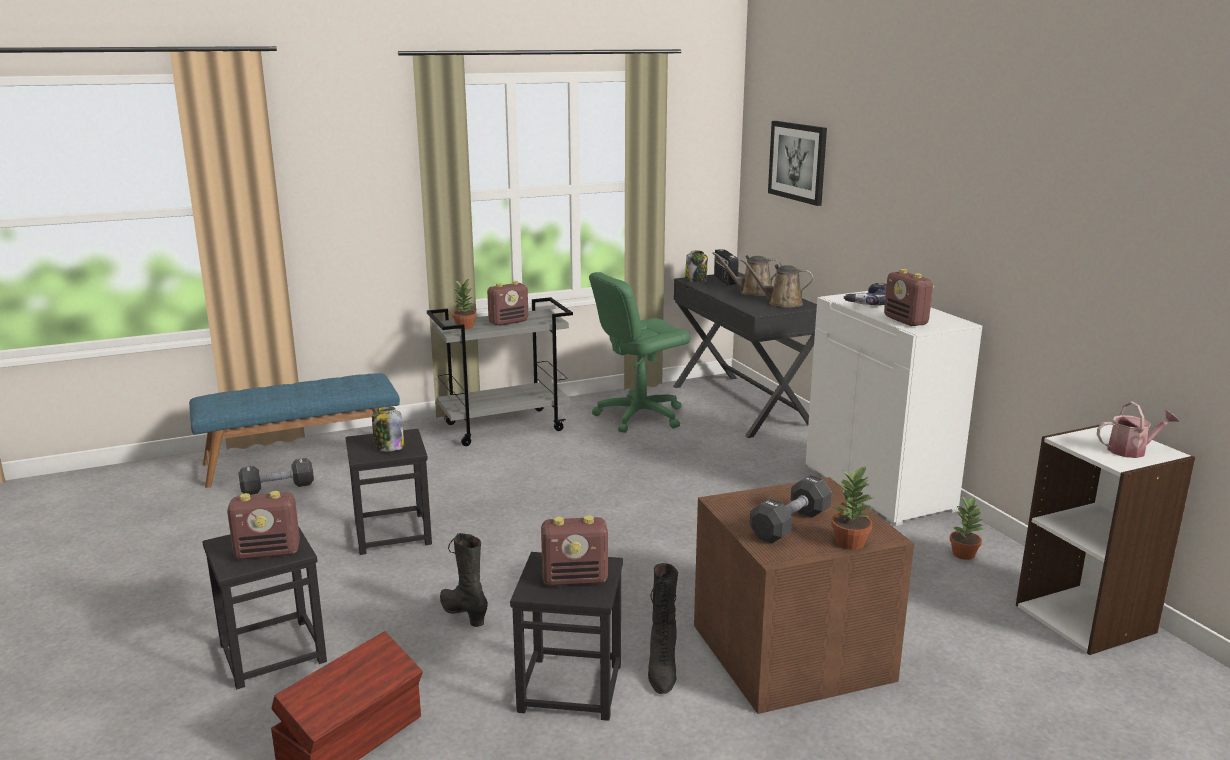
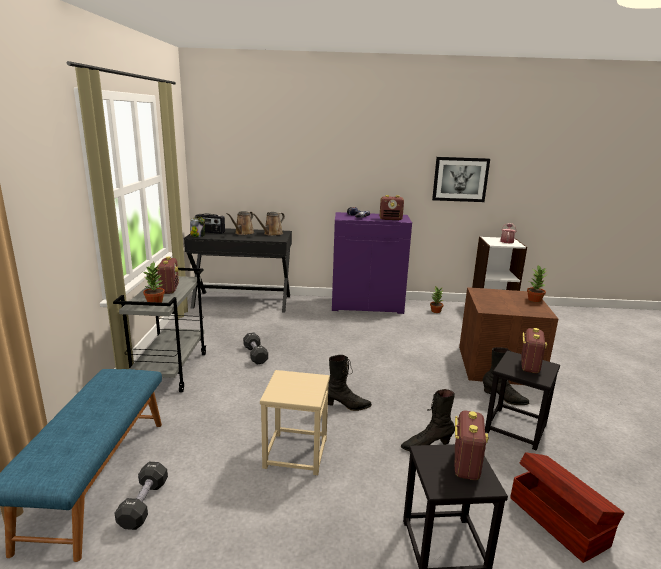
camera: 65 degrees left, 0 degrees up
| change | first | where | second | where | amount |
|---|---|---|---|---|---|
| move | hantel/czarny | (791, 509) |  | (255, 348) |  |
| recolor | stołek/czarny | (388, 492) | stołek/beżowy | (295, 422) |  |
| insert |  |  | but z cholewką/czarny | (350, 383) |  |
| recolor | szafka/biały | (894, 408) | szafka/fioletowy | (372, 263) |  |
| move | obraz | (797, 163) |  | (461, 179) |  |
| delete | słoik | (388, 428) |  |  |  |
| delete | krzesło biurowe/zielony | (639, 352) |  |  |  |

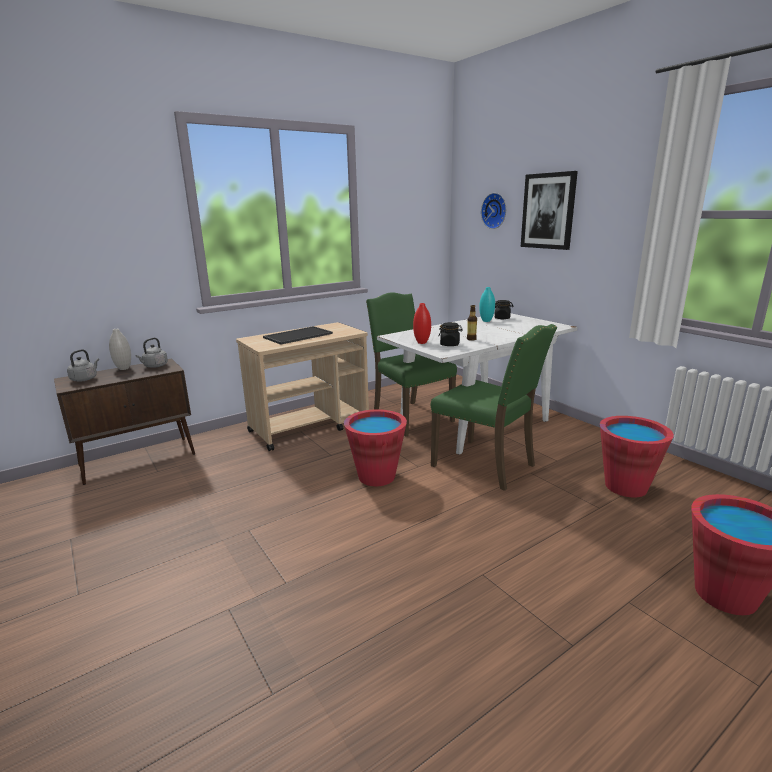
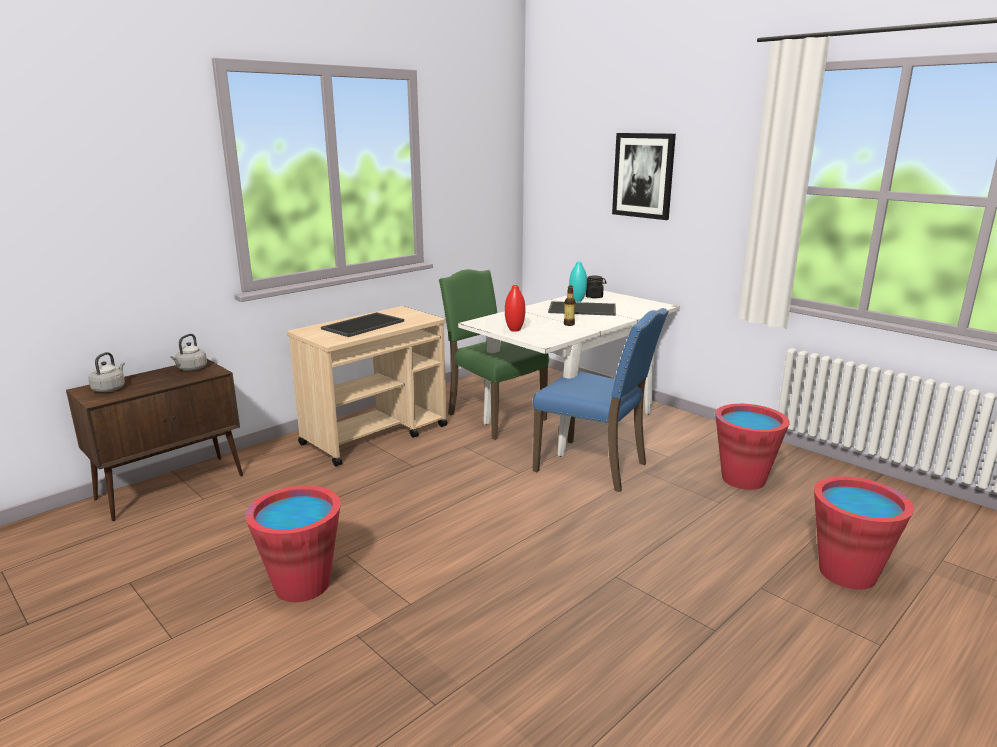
camera: 10 degrees left, 0 degrees up
| change | first | where | second | where | amount |
|---|---|---|---|---|---|
| move | wiadro/czerwony | (375, 447) |  | (293, 543) |  |
| recolor | krzesło/zielony | (494, 407) | krzesło/niebieski | (601, 400) |  |
| insert |  |  | taca | (582, 308) |  |
| delete | wazon/biały | (120, 349) |  |  |  |
| delete | słoik/czarny | (450, 334) |  |  |  |
| delete | zegar ścienny | (493, 211) |  |  |  |

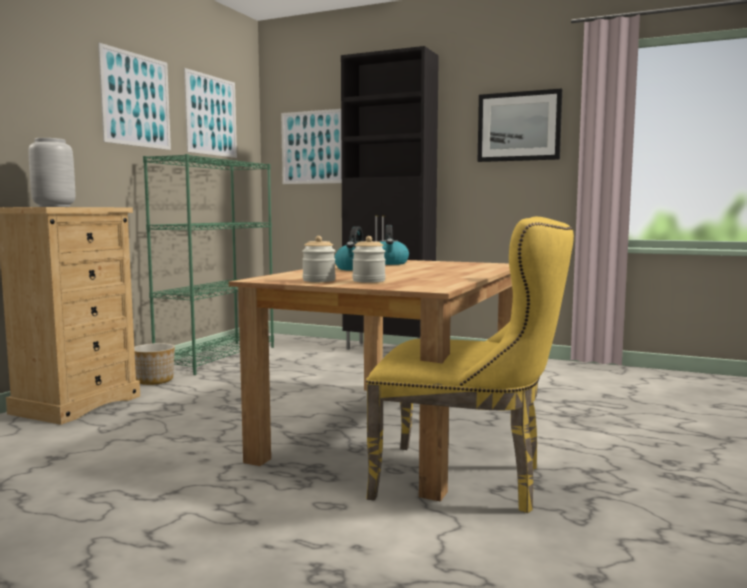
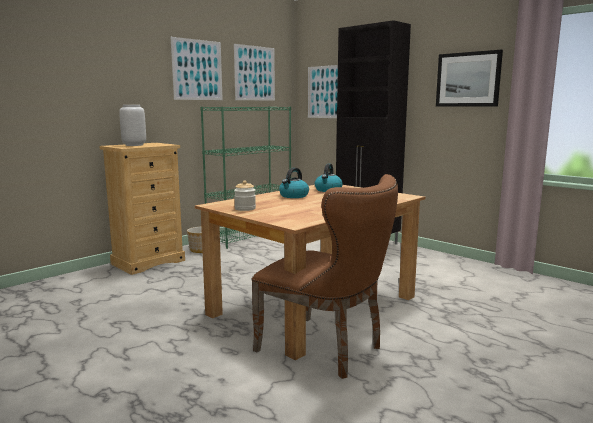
camera: 20 degrees right, 5 degrees up
| change | first | where | second | where | amount |
|---|---|---|---|---|---|
| recolor | krzesło/żółty | (470, 365) | krzesło/brązowy | (325, 276) |  |
| delete | słoik | (369, 259) |  |  |  |

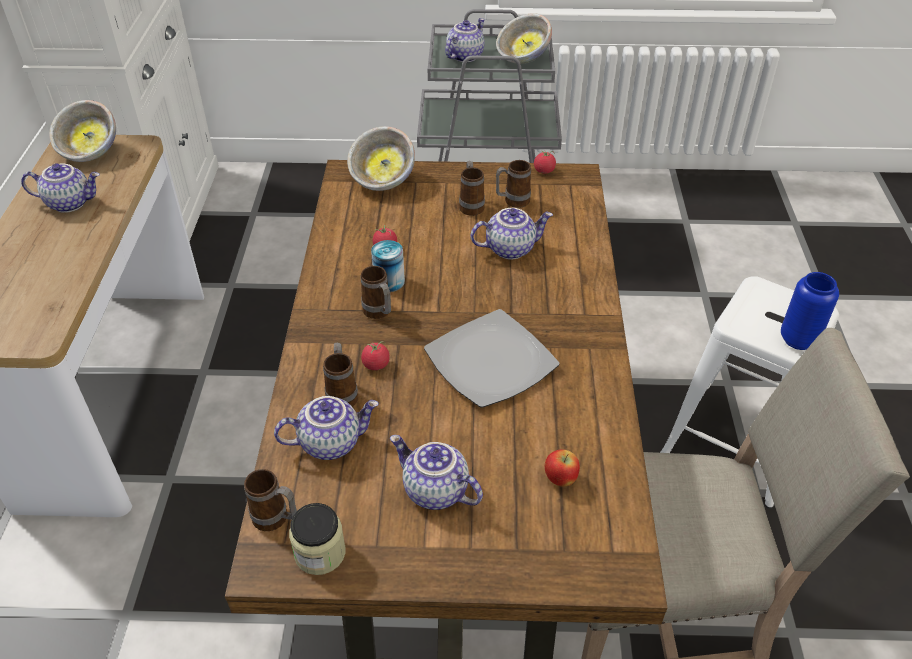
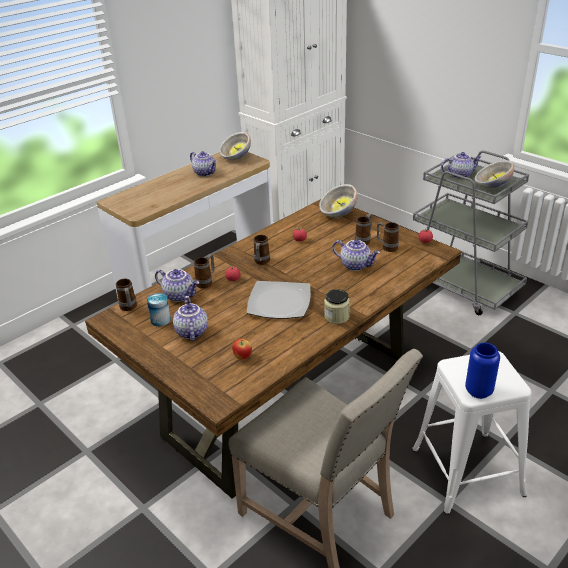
camera: 45 degrees right, 10 degrees down
| change | first | where | second | where | amount |
|---|---|---|---|---|---|
| move | puszka | (388, 266) |  | (159, 309) |  |
| move | słoik | (317, 539) |  | (337, 306) |  |

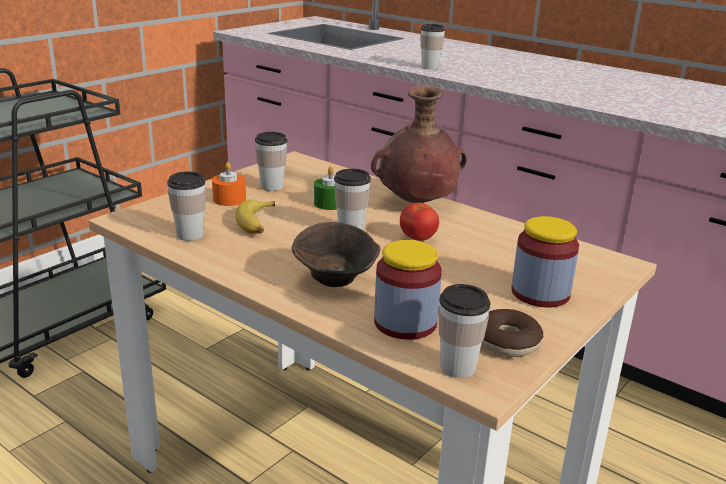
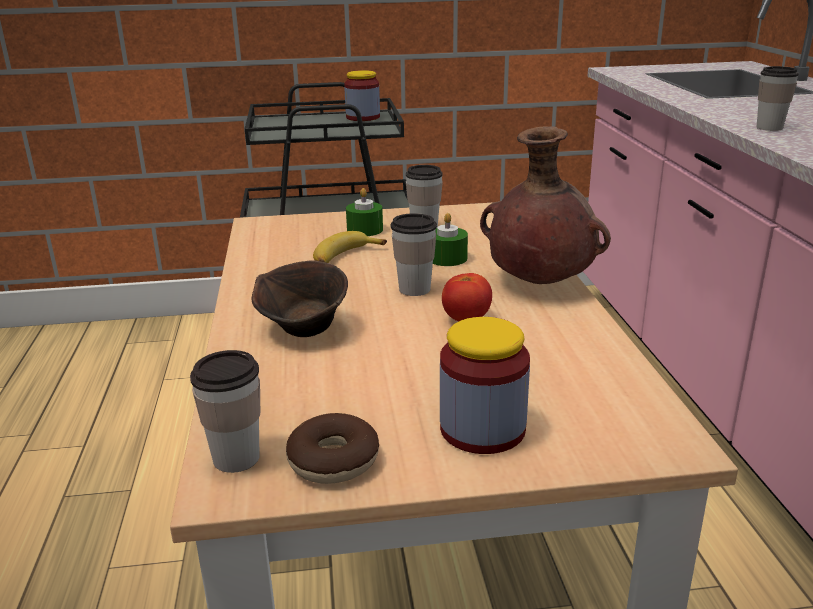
camera: 45 degrees right, 0 degrees up
| change | first | where | second | where | amount |
|---|---|---|---|---|---|
| move | słoik | (408, 290) |  | (362, 95) |  |
| recolor | świeca/pomarańczowy | (229, 184) | świeca/zielony | (364, 212) |  |
| delete | filiżanka | (186, 206) |  |  |  |

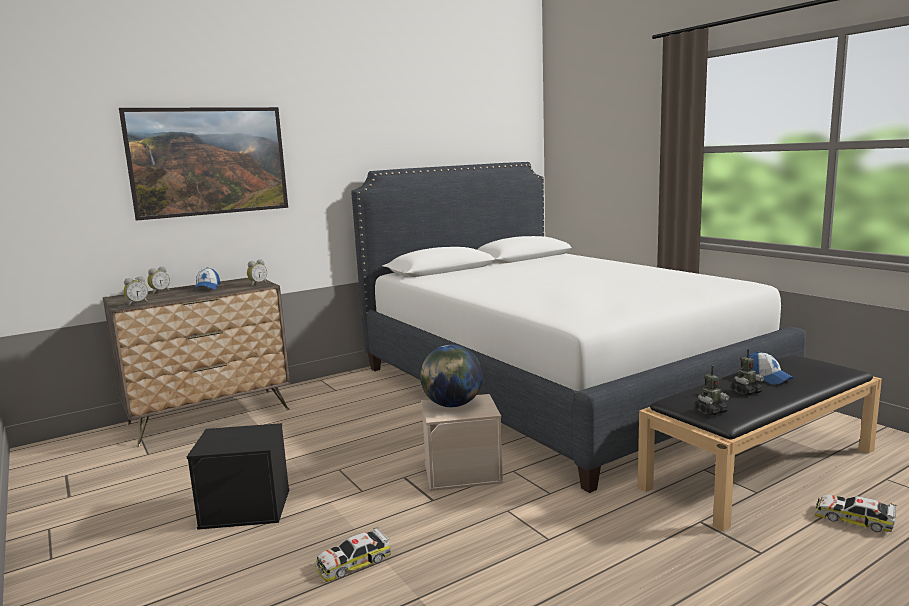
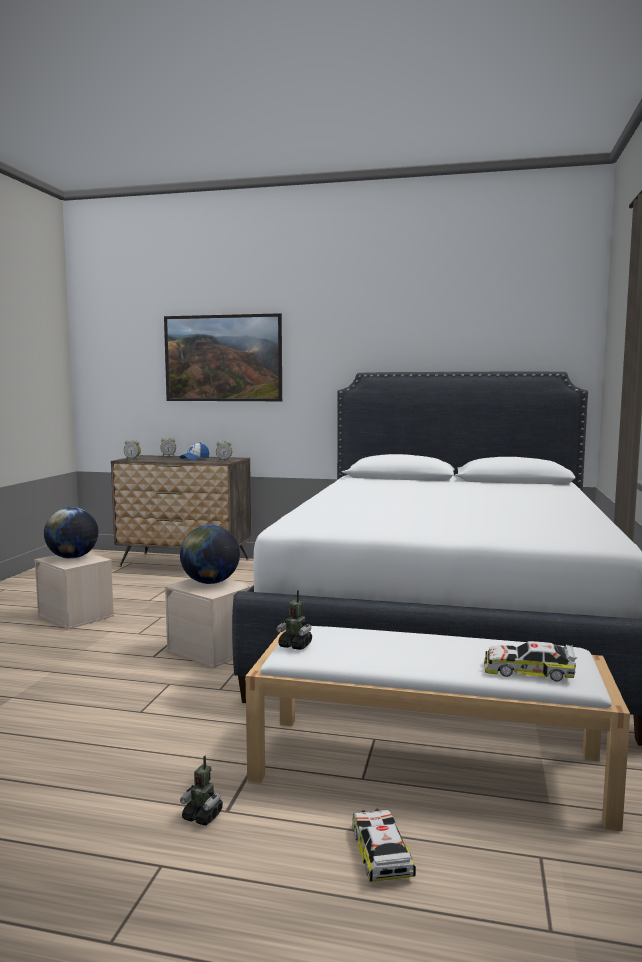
camera: 45 degrees right, 5 degrees down
| change | first | where | second | where | amount |
|---|---|---|---|---|---|
| recolor | pojemnik do przechowywania/czarny | (238, 476) | pojemnik do przechowywania/beżowy | (74, 591) |  |
| insert |  |  | globus | (71, 533) |  |
| move | robot zabawkowy | (747, 372) |  | (201, 791) |  |
| recolor | ławka/czarny | (760, 443) | ławka/biały | (437, 728) |  |
| move | samochodzik | (352, 554) |  | (531, 661) |  |
| delete | czapka z daszkiem | (771, 368) |  |  |  |

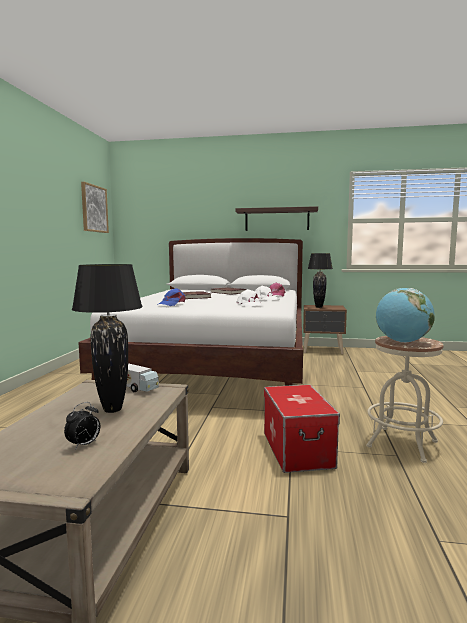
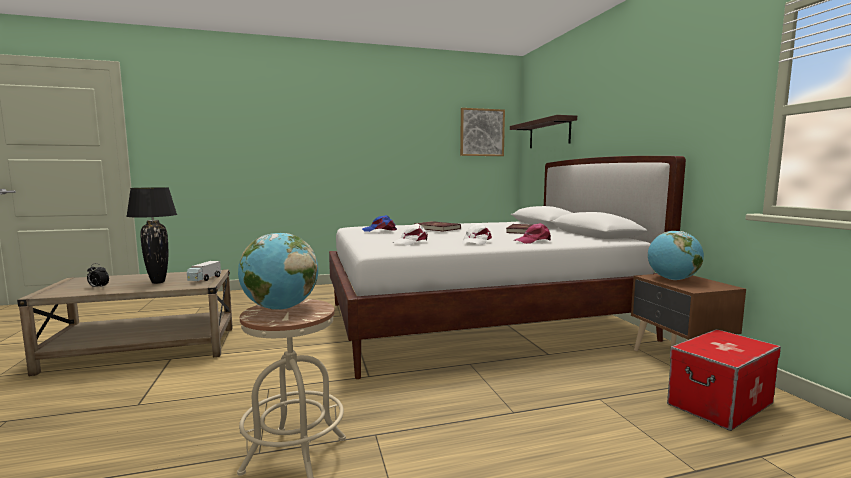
camera: 65 degrees right, 0 degrees up
| change | first | where | second | where | amount |
|---|---|---|---|---|---|
| move | półka | (276, 218) |  | (543, 131) |  |
| replace | lampa stołowa/czarny | (320, 280) | globus | (676, 255) |  |
| move | pojemnik do przechowywania | (302, 429) |  | (724, 380) |  |

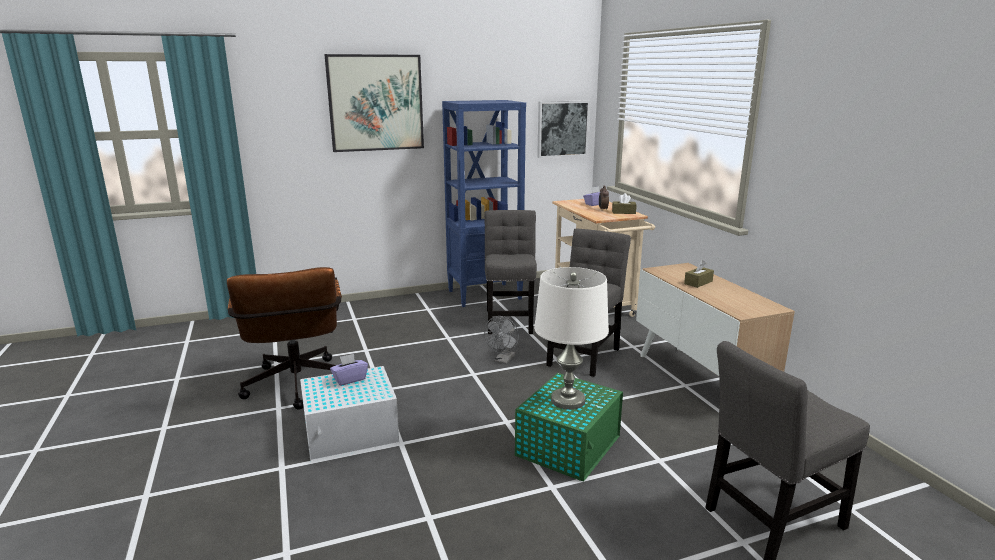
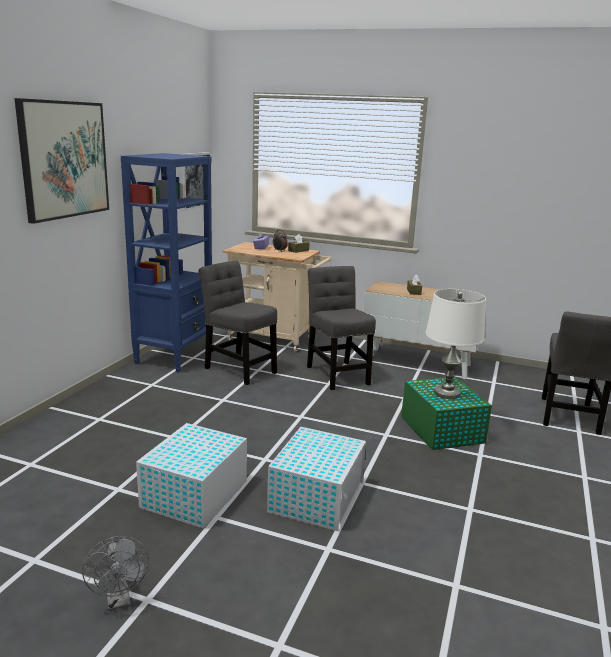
camera: 50 degrees left, 0 degrees up
| change | first | where | second | where | amount |
|---|---|---|---|---|---|
| move | wentylator/szary | (501, 340) |  | (115, 573) |  |
| replace | krzesło biurowe/brązowy | (284, 338) | pojemnik do przechowywania/biały | (191, 476) |  |
| delete | pudełko chusteczek/fioletowy | (349, 370) |  |  |  |

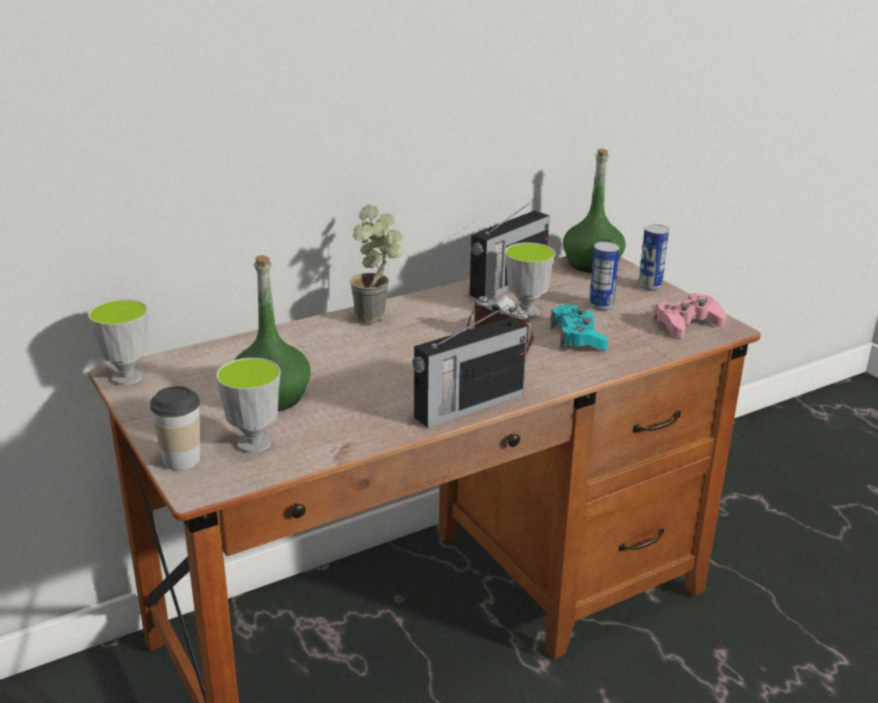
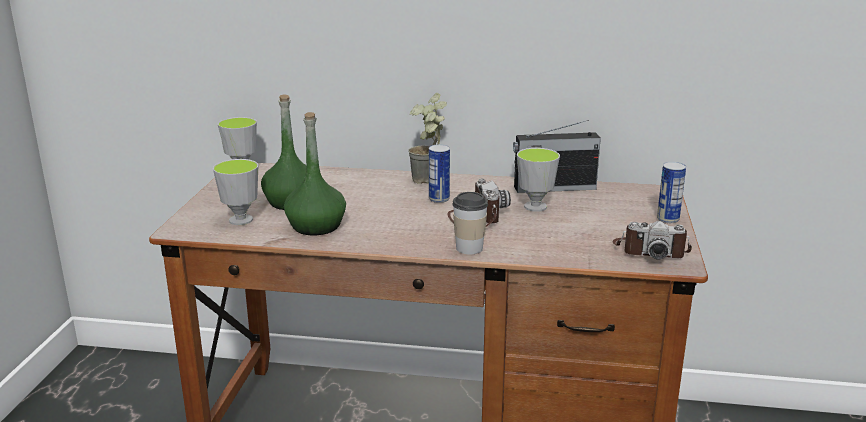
camera: 40 degrees right, 5 degrees down
| change | first | where | second | where | amount |
|---|---|---|---|---|---|
| move | butelka/zielony | (594, 210) |  | (315, 173) |  |
| move | puszka | (604, 276) |  | (439, 173) |  |
| move | filiżanka | (175, 428) |  | (470, 223) |  |
| replace | pad do gier/różowy | (690, 315) | aparat fotograficzny | (652, 240) |  |
| delete | radio | (470, 366) |  |  |  |
| delete | pad do gier/turkusowy | (579, 327) |  |  |  |

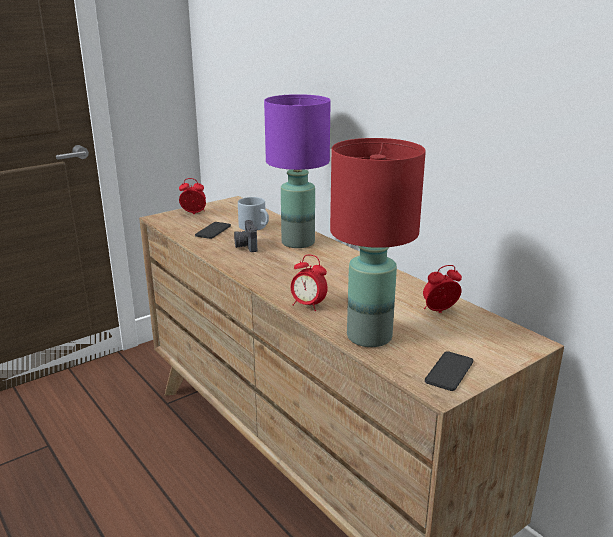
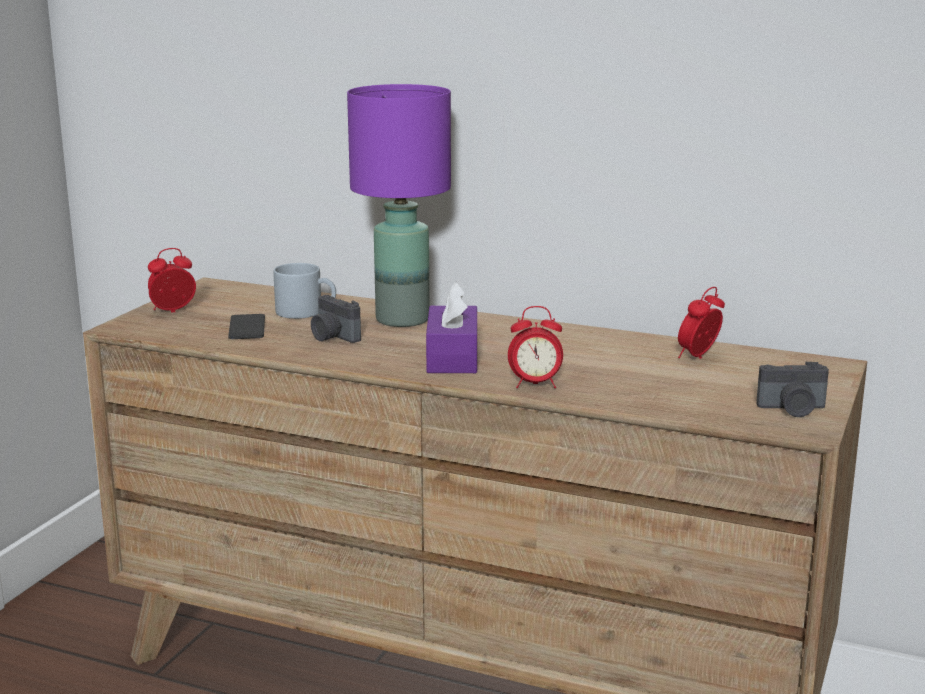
camera: 30 degrees left, 5 degrees down
| change | first | where | second | where | amount |
|---|---|---|---|---|---|
| insert |  |  | pudełko chusteczek/fioletowy | (451, 327) |  |
| replace | telefon | (449, 371) | aparat fotograficzny | (792, 389) |  |
| delete | lampa stołowa/czerwony | (378, 242) |  |  |  |

